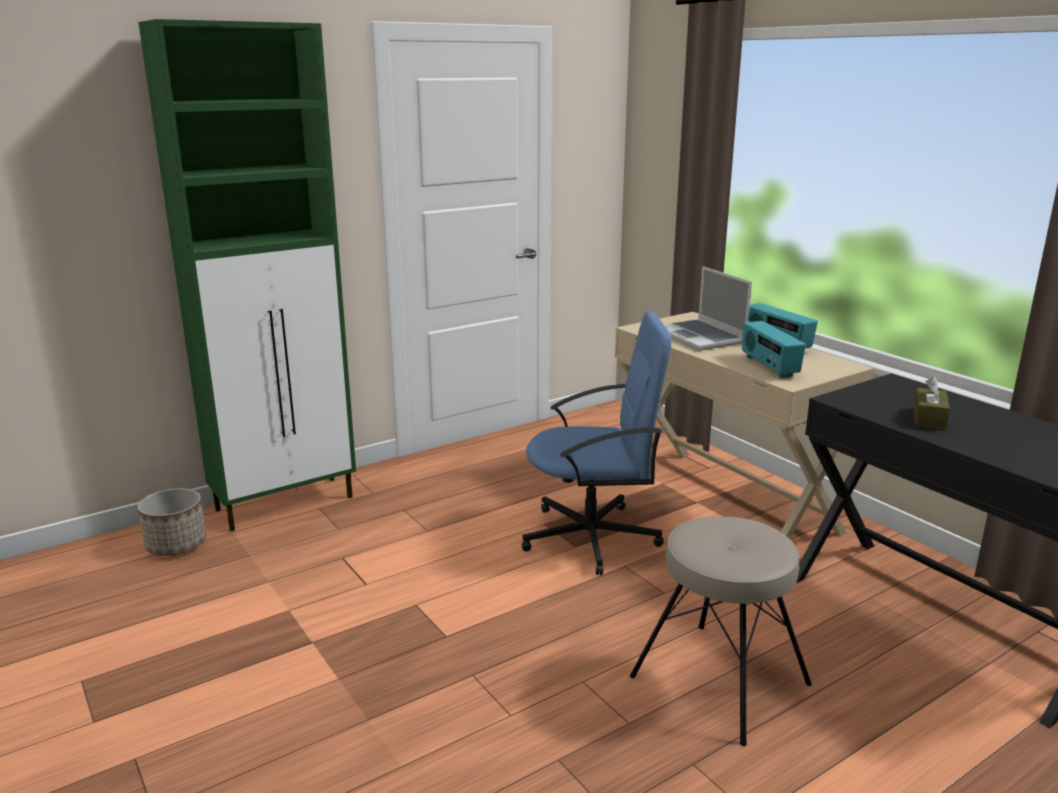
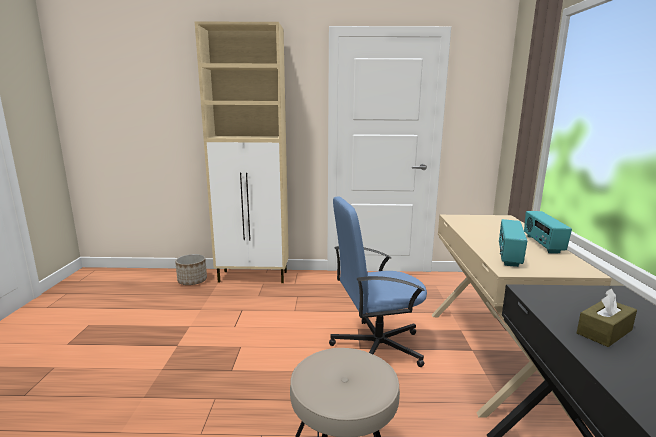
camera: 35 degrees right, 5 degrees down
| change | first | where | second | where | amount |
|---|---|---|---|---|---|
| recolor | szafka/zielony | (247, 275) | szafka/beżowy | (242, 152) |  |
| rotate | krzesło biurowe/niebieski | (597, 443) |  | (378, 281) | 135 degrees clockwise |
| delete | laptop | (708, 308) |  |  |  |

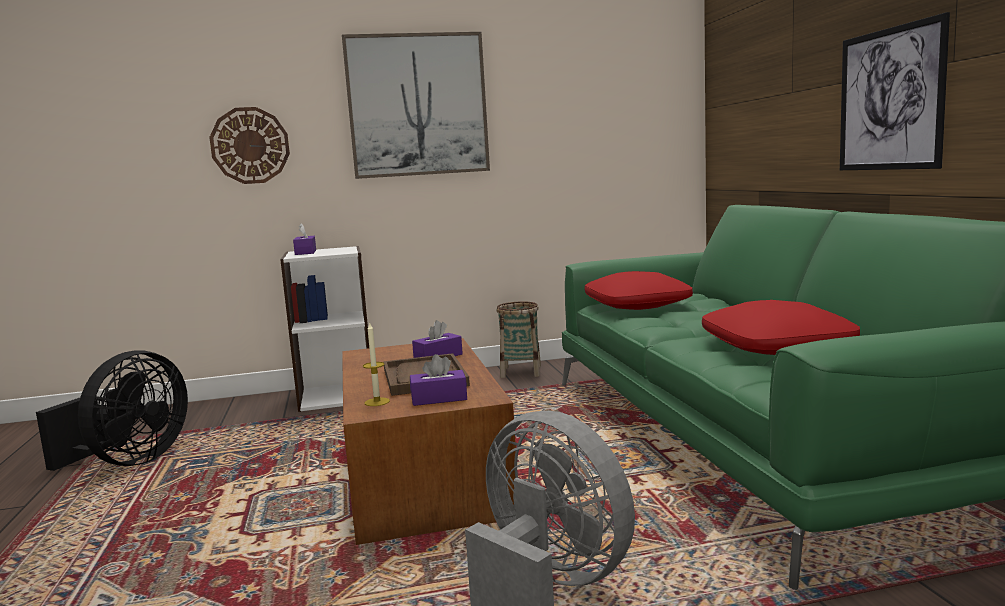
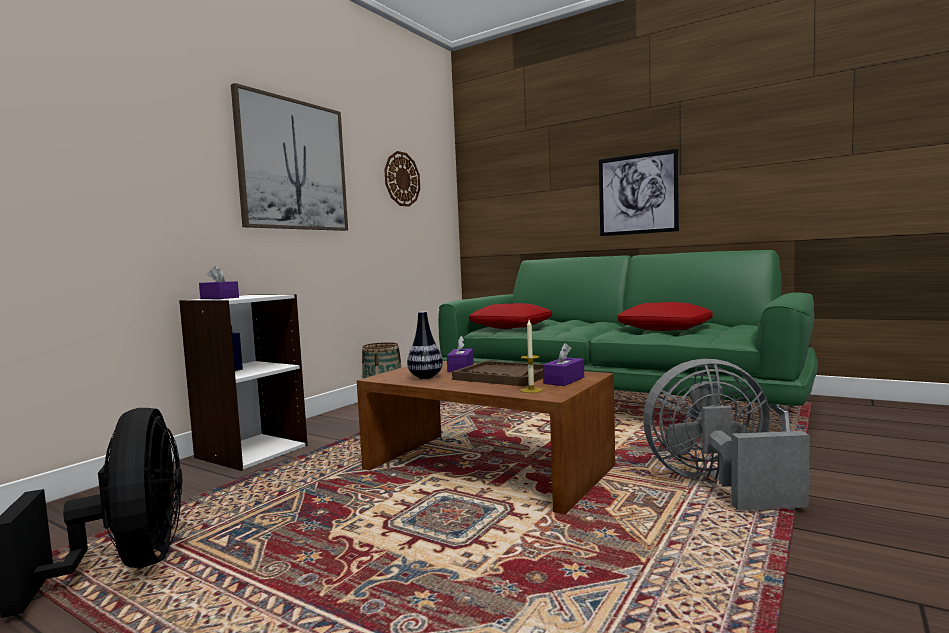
camera: 45 degrees left, 5 degrees down
| change | first | where | second | where | amount |
|---|---|---|---|---|---|
| move | zegar ścienny | (249, 145) |  | (402, 179) |  |
| insert |  |  | wazon | (425, 345) |  |

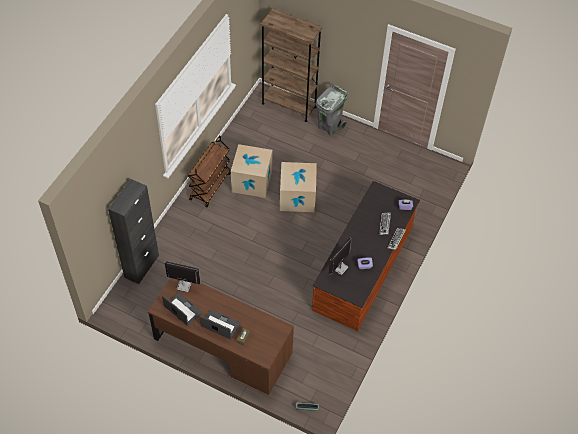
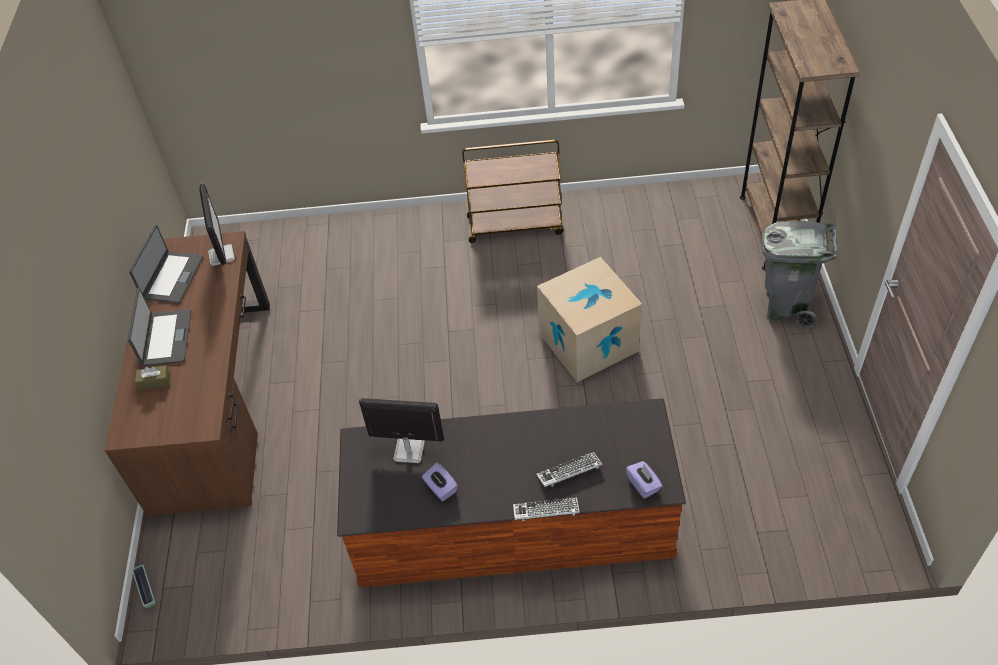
camera: 65 degrees right, 5 degrees down
| change | first | where | second | where | amount |
|---|---|---|---|---|---|
| delete | szafka/czarny | (133, 231) |  |  |  |
| delete | karton | (251, 171) |  |  |  |

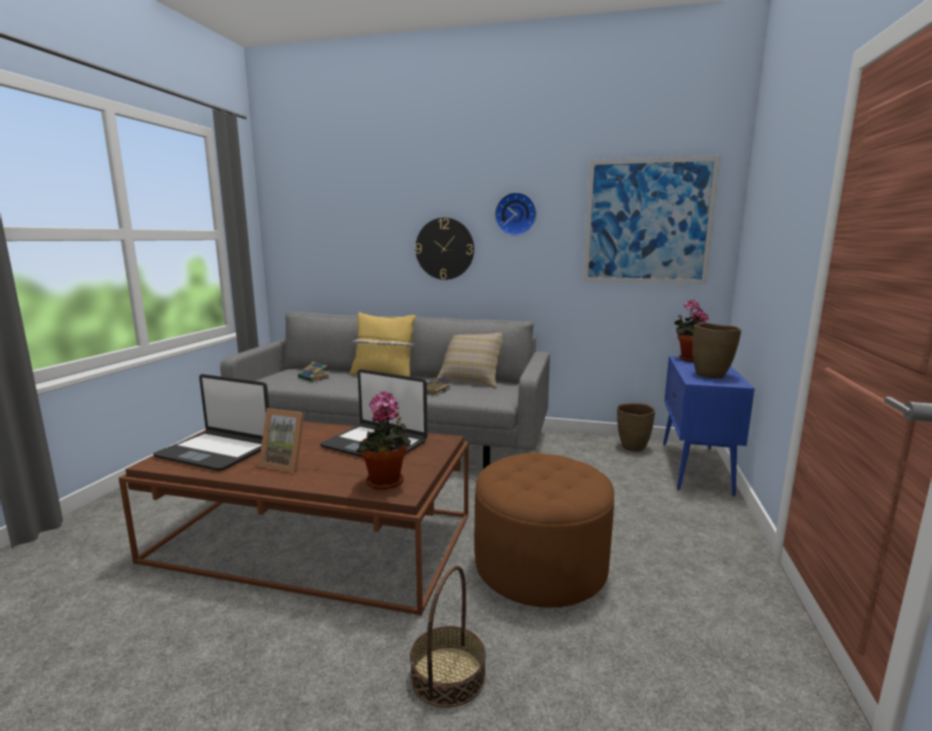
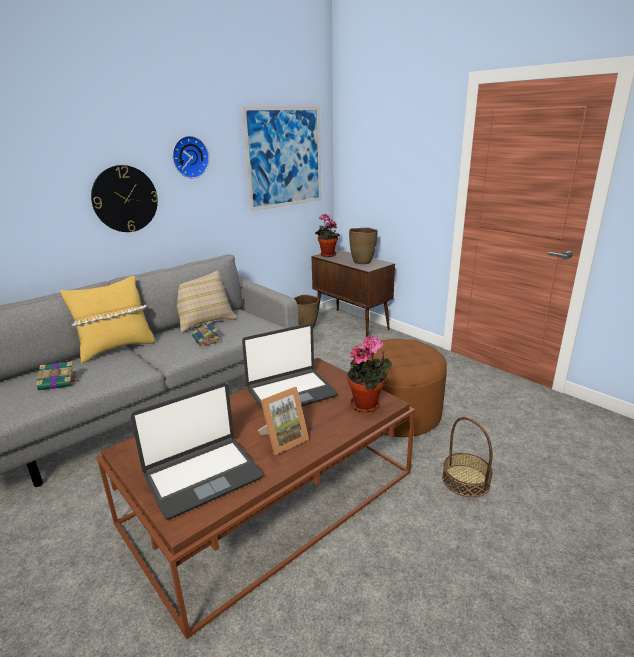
camera: 55 degrees left, 10 degrees up
| change | first | where | second | where | amount |
|---|---|---|---|---|---|
| recolor | szafka/niebieski | (709, 426) | szafka/brązowy | (353, 293) |  |

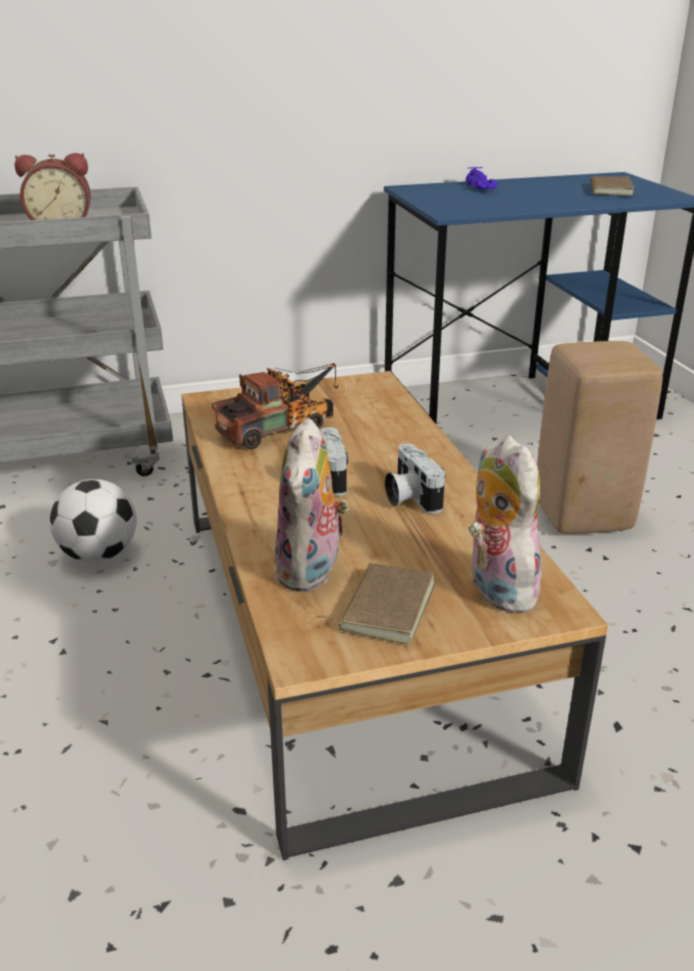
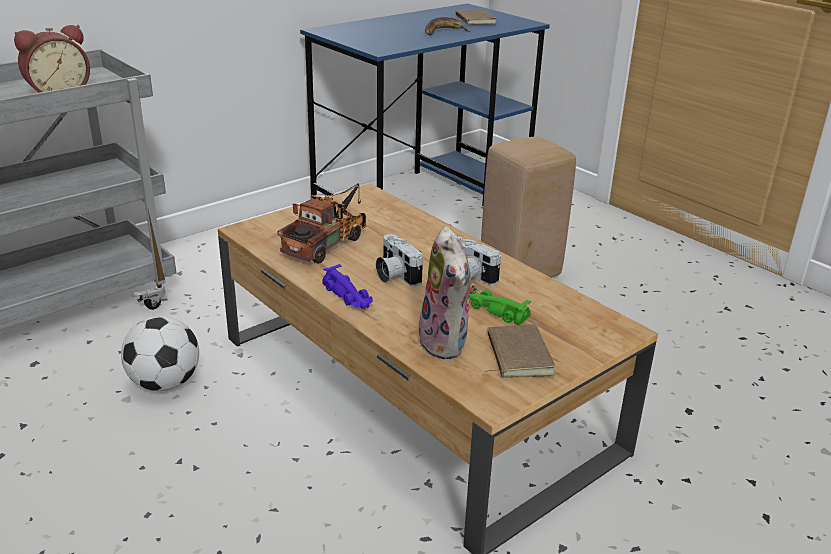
camera: 25 degrees left, 0 degrees up
| change | first | where | second | where | amount |
|---|---|---|---|---|---|
| move | samochodzik/fioletowy | (482, 178) |  | (348, 286) |  |
| insert |  |  | banan | (447, 26) |  |
| insert |  |  | samochodzik/zielony | (500, 307) |  |
| delete | pluszak | (506, 524) |  |  |  |

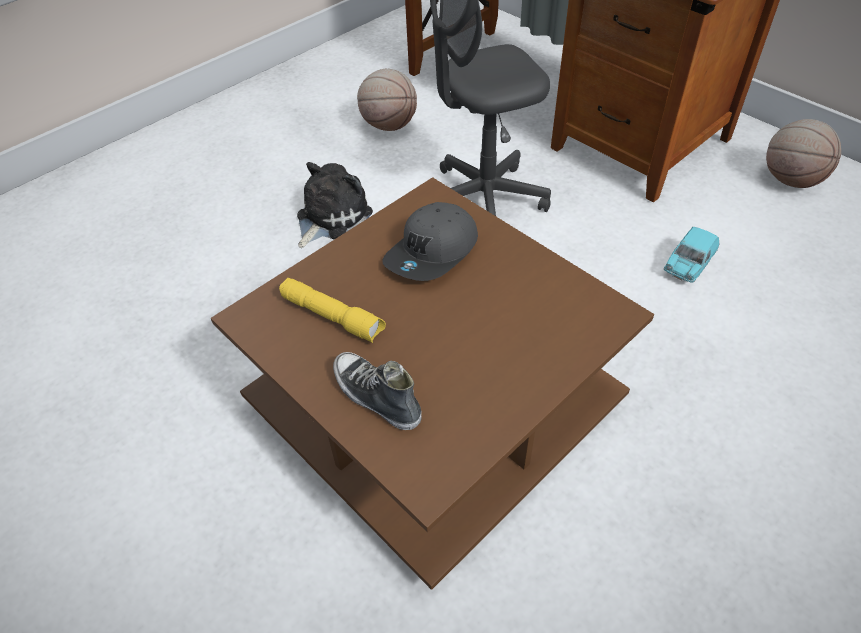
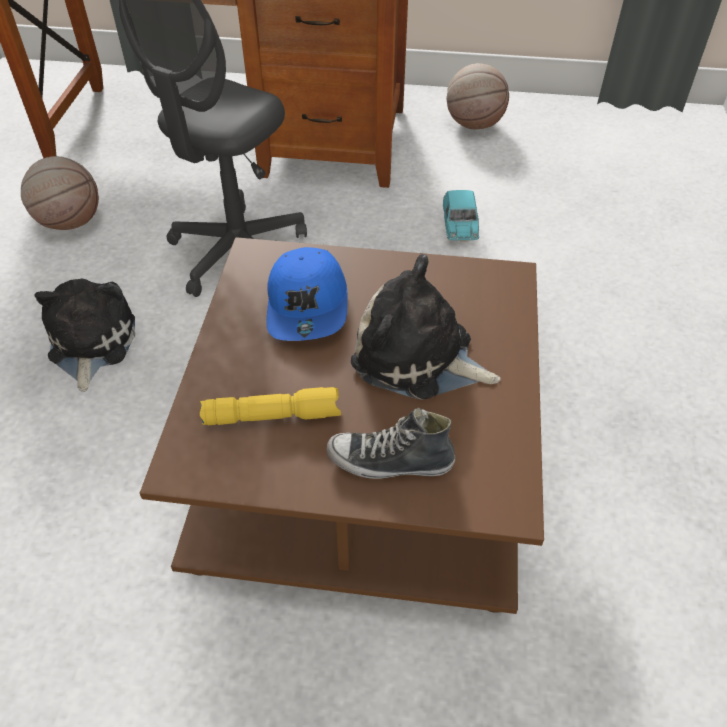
camera: 40 degrees left, 0 degrees up
| change | first | where | second | where | amount |
|---|---|---|---|---|---|
| recolor | czapka z daszkiem/szary | (430, 241) | czapka z daszkiem/niebieski | (307, 294) |  |
| insert |  |  | pluszak | (426, 327) |  |

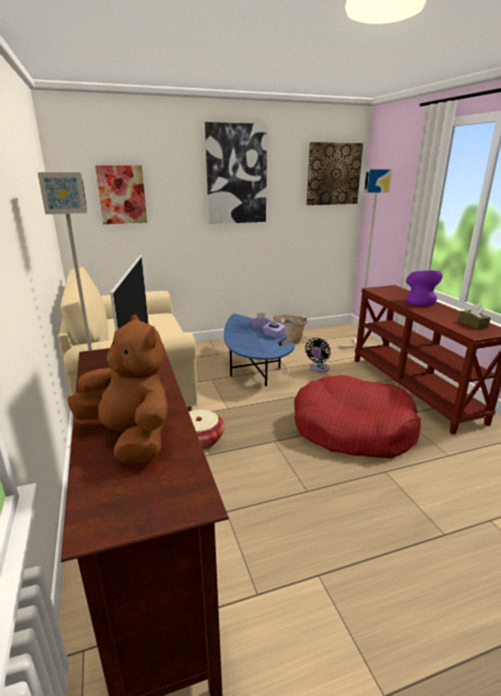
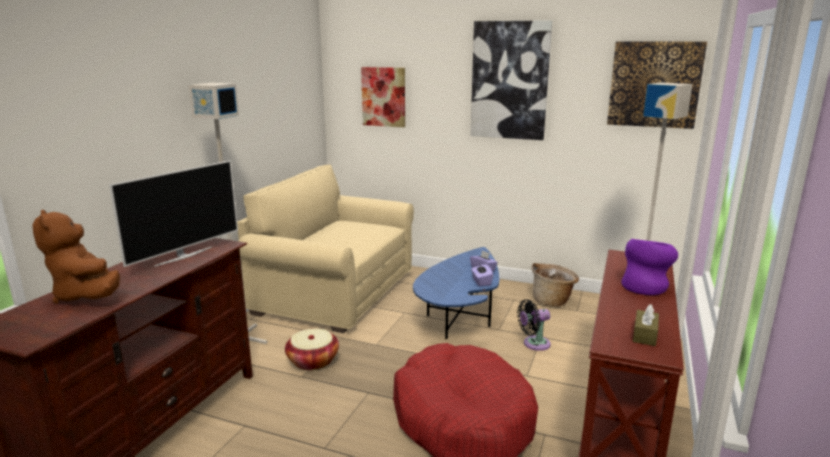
camera: 40 degrees right, 5 degrees down
| change | first | where | second | where | amount |
|---|---|---|---|---|---|
| rotate | pluszak/brązowy | (117, 389) |  | (76, 257) | 150 degrees clockwise |

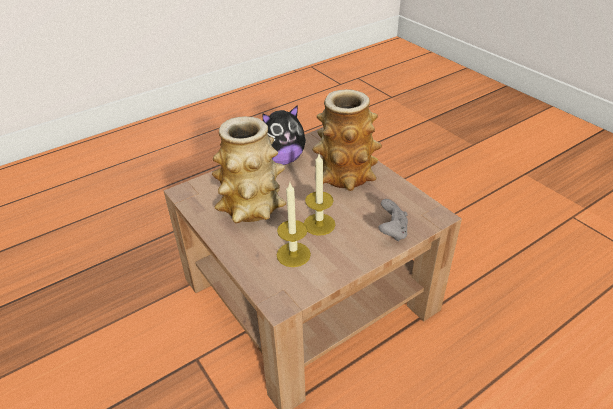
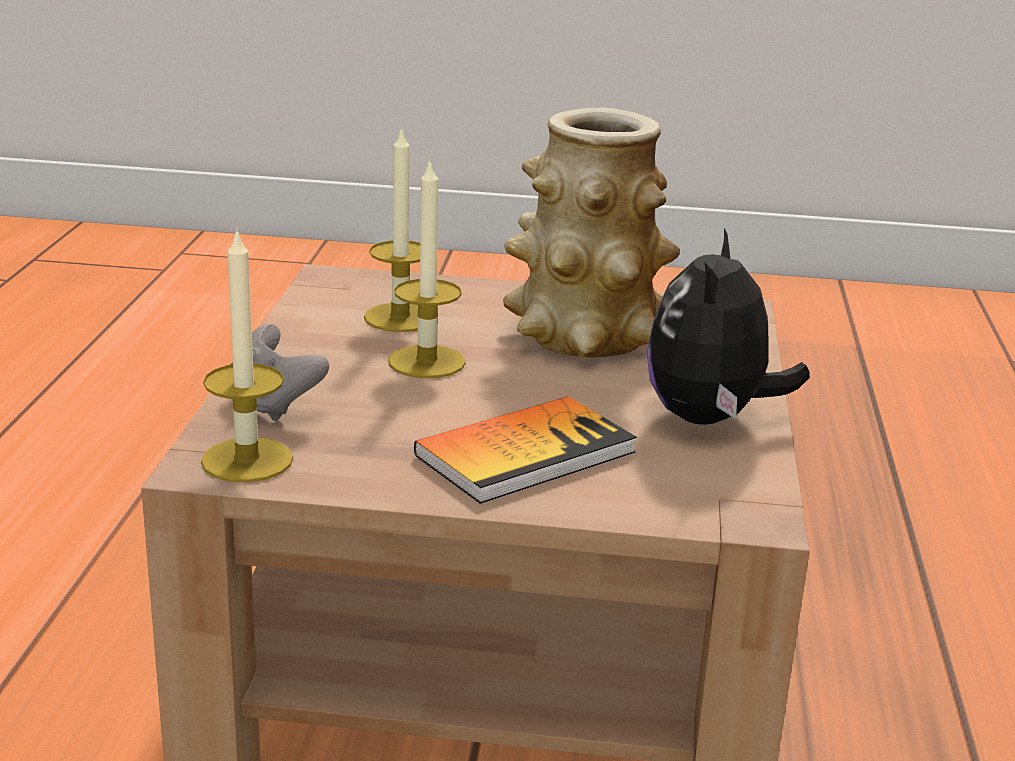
camera: 130 degrees right, 15 degrees down
| change | first | where | second | where | amount |
|---|---|---|---|---|---|
| insert |  |  | świeca | (247, 354) |  |
| replace | wazon | (347, 140) | książka | (525, 450) |  |

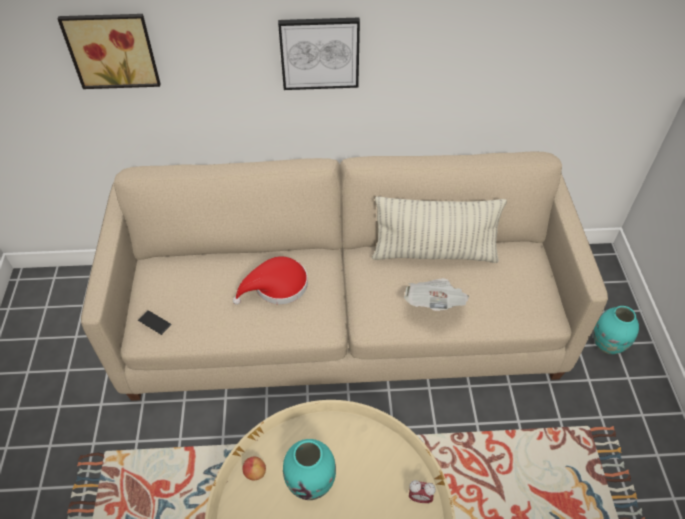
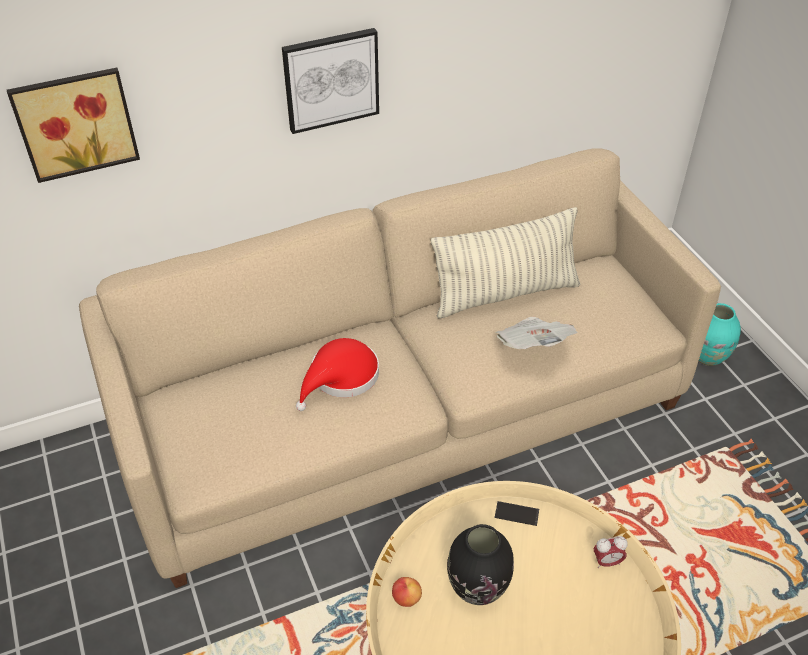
camera: 20 degrees left, 5 degrees down
| change | first | where | second | where | amount |
|---|---|---|---|---|---|
| recolor | wazon/turkusowy | (309, 469) | wazon/czarny | (480, 564) |  |
| move | telefon | (155, 322) |  | (516, 513) |  |

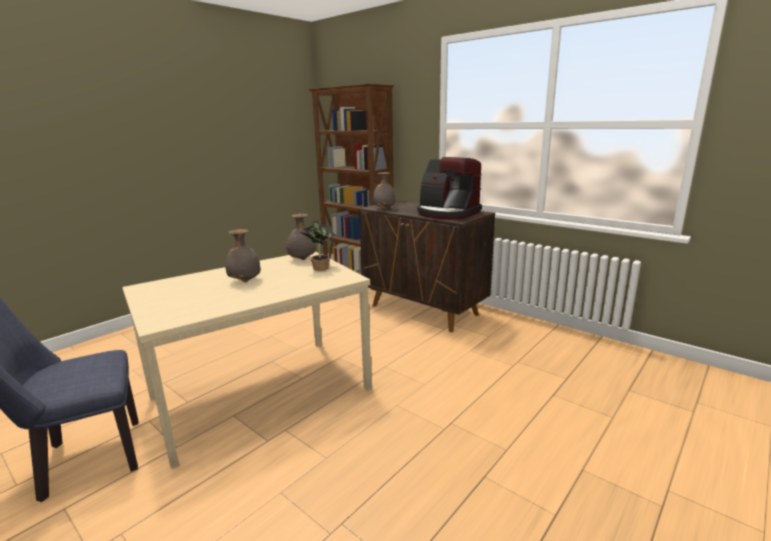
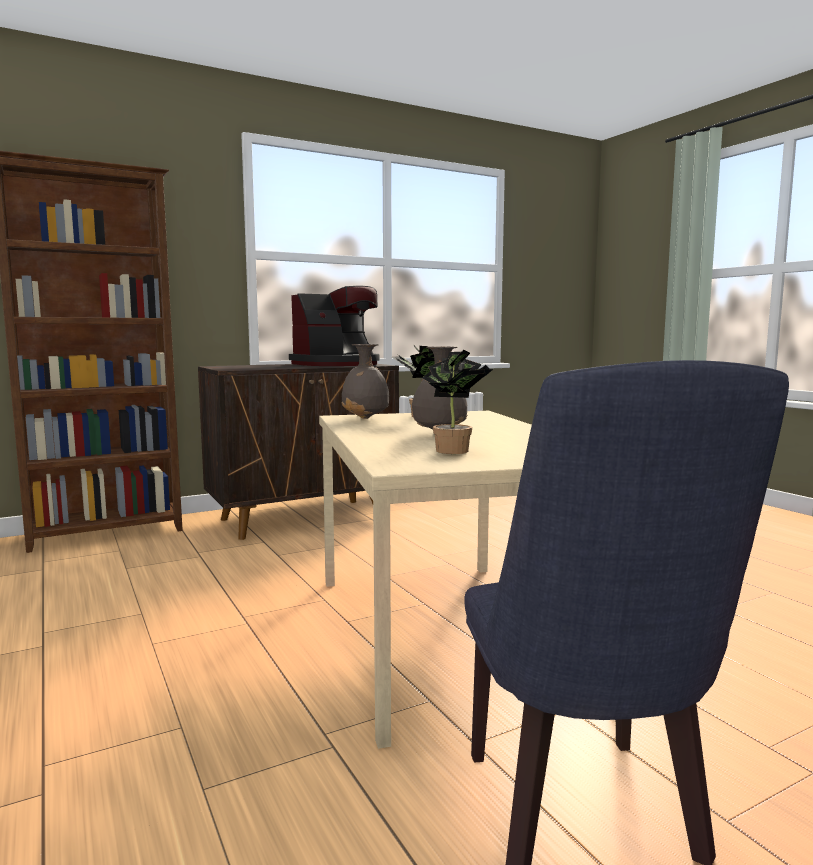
camera: 70 degrees left, 10 degrees down
| change | first | where | second | where | amount |
|---|---|---|---|---|---|
| insert |  |  | roślina doniczkowa | (457, 402) |  |
| delete | wazon/szary | (384, 191) |  |  |  |

